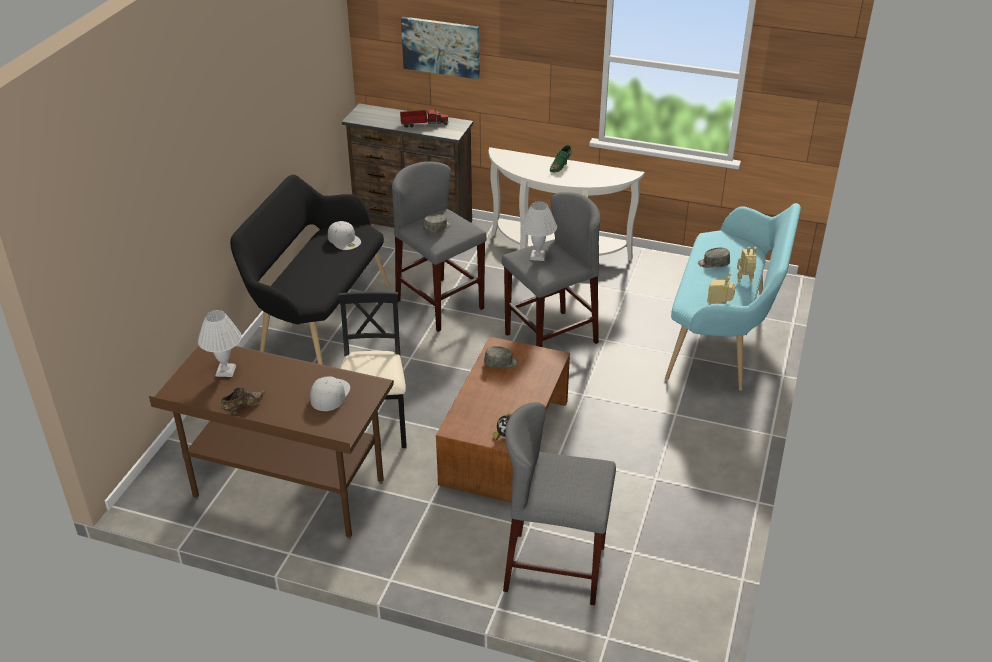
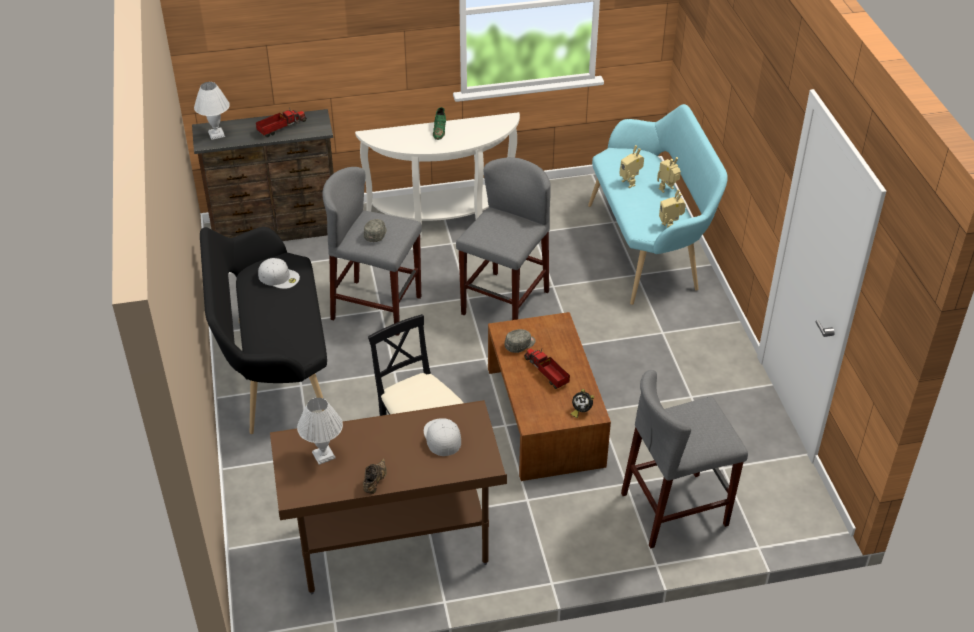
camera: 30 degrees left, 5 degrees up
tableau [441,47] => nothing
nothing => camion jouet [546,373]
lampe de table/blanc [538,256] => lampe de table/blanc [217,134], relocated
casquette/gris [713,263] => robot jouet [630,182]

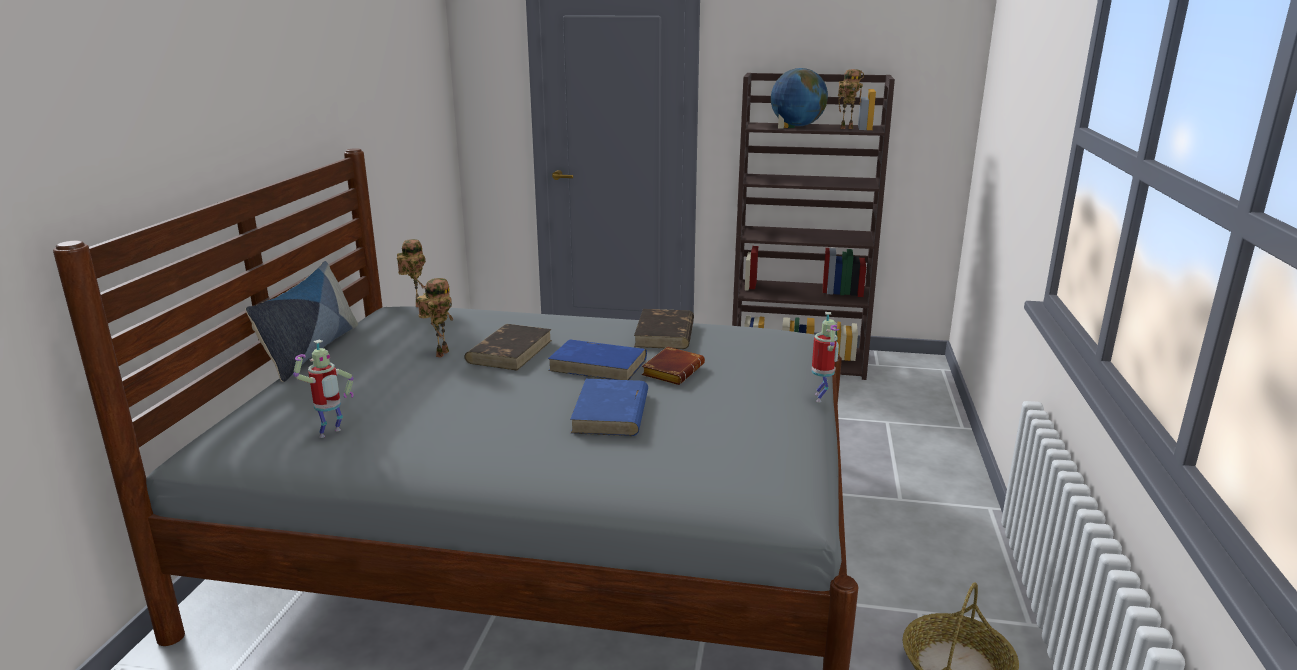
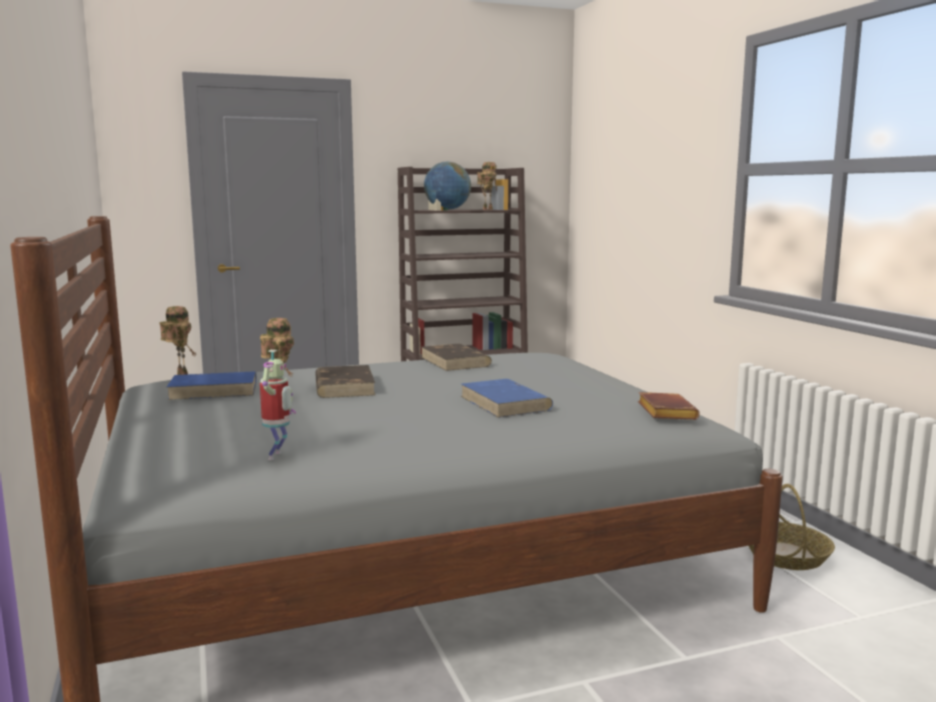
camera: 30 degrees left, 10 degrees down
coussin [311,351] => nothing
robot jouet [821,398] => nothing
livre/bleu [599,365] => livre/bleu [214,390], relocated
livre/marron [672,370] => livre/marron [664,412], relocated

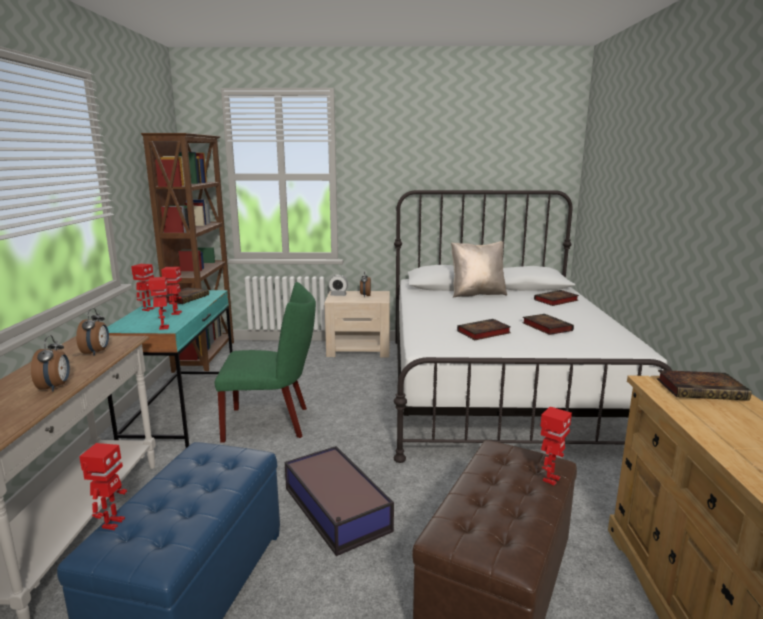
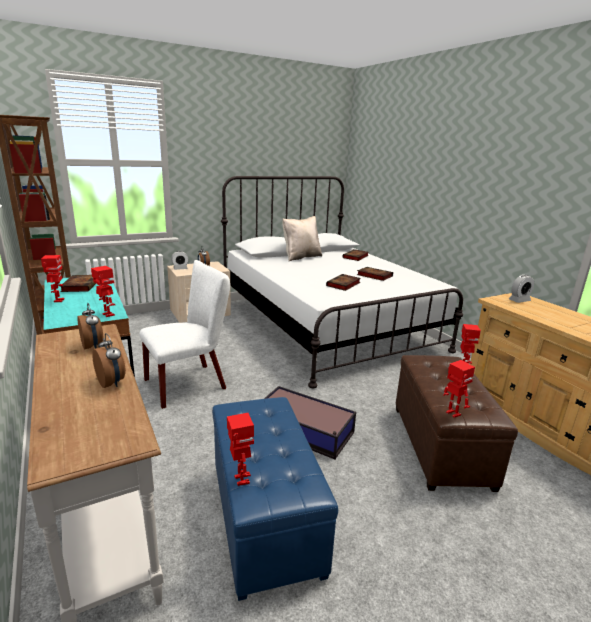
camera: 30 degrees left, 5 degrees up
robot jouet [176,313] => robot jouet [452,414], relocated
livre [702,390] => réveil [519,300]
chaise/vert [272,423] => chaise/blanc [190,383]

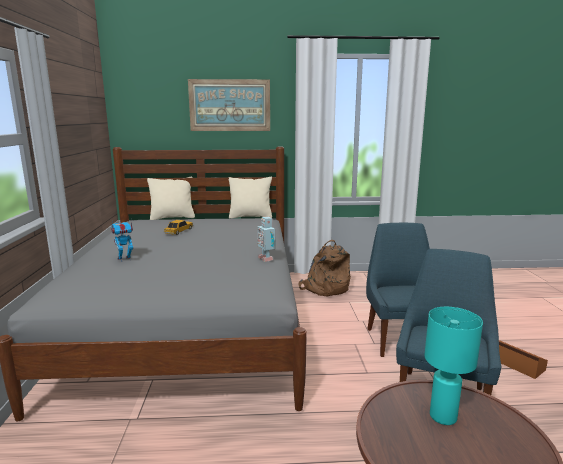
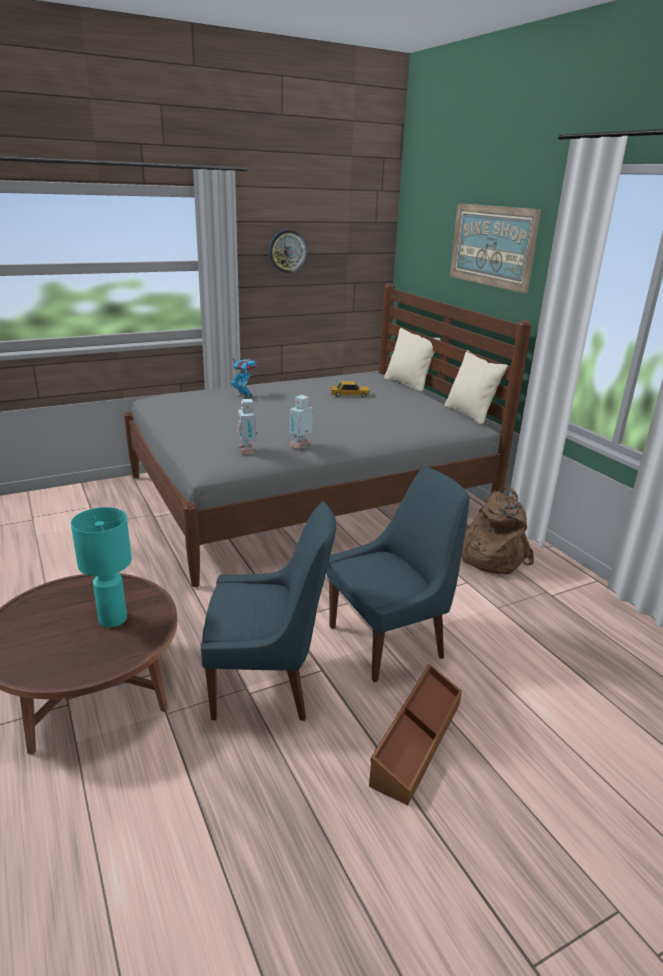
camera: 65 degrees right, 10 degrees up
nothing => robot jouet [247,450]
nothing => horloge murale [287,251]

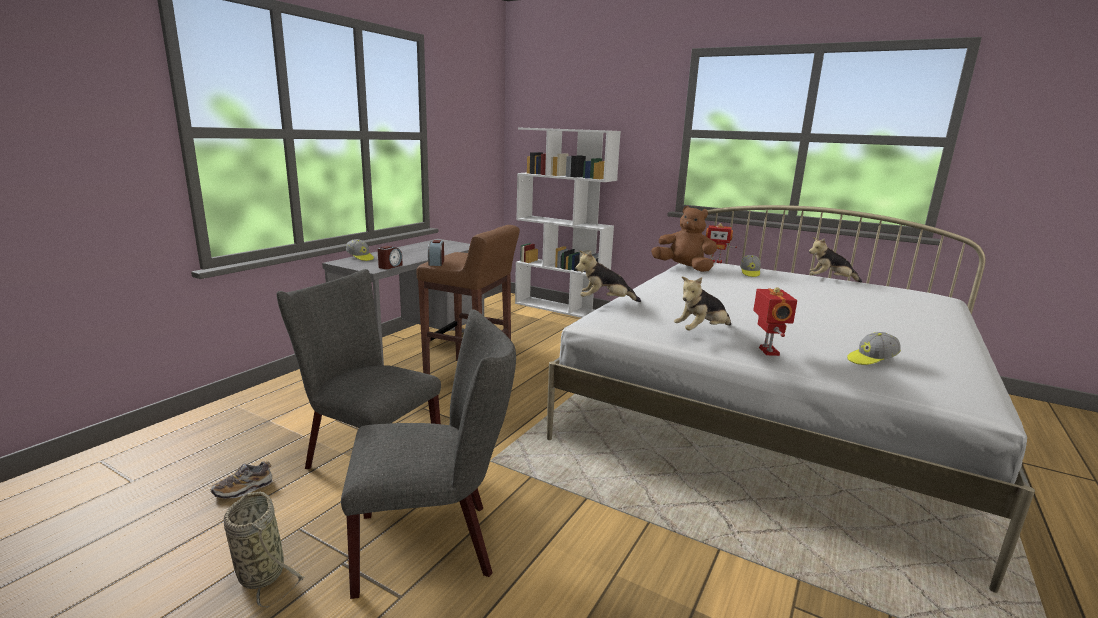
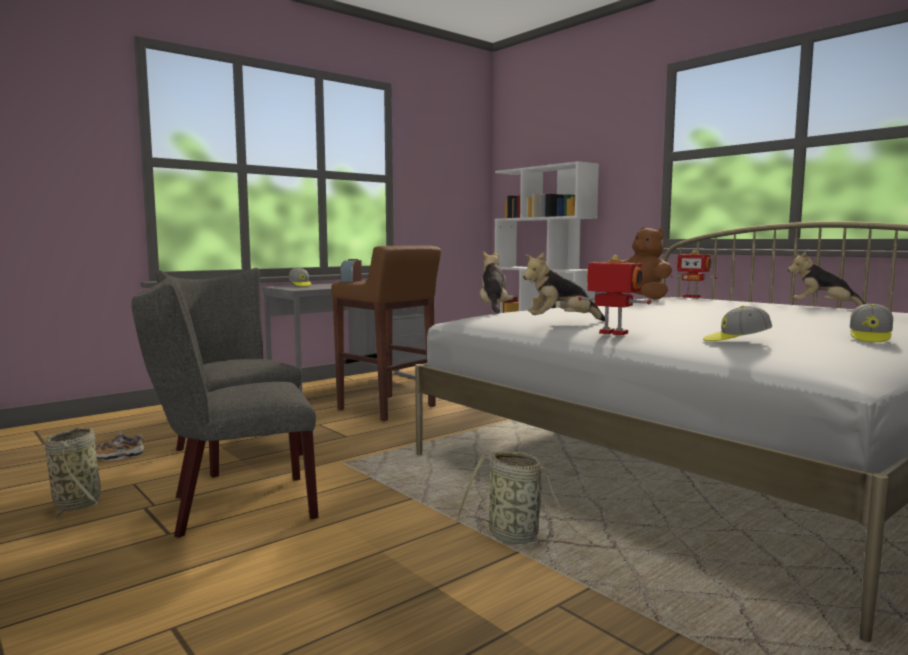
camera: 20 degrees right, 10 degrees down
réveil [390,266] => nothing
nothing => panier [517,537]
casquette [749,273] => casquette [870,338], relocated
chaise/gris [434,544] => chaise/gris [233,507], 150 degrees clockwise
peluche [605,301] => peluche [494,309], 75 degrees clockwise
robot jouet [767,351] => robot jouet [612,333], 75 degrees counterclockwise

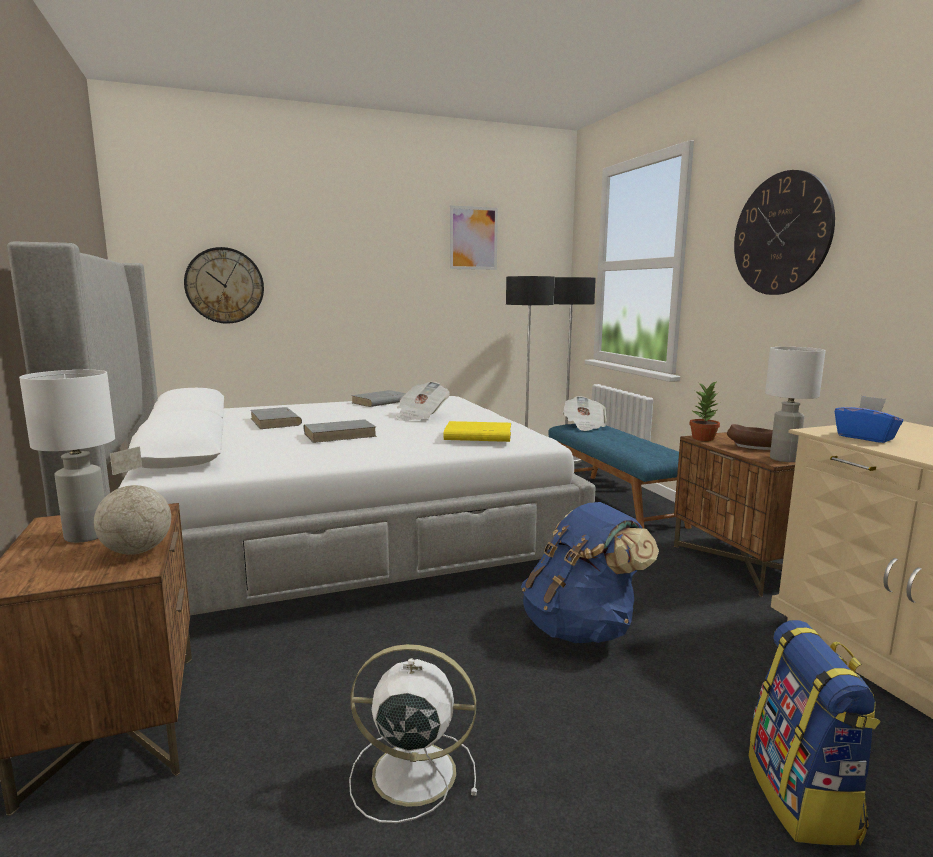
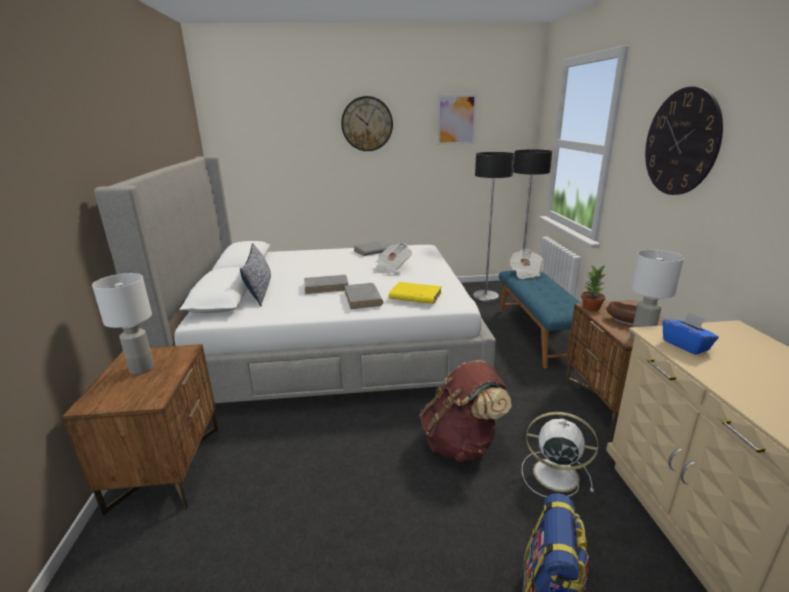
camera: 15 degrees right, 10 degrees up
globe [138,551] => nothing
nothing => coussin [259,290]
horloge murale [224,285] => horloge murale [367,124], relocated
livre/gris [275,422] => livre/gris [363,298], relocated
ventilateur/blanc [410,773] => ventilateur/blanc [553,474], relocated
sac à dos/bleu [581,628] => sac à dos/marron [461,444]

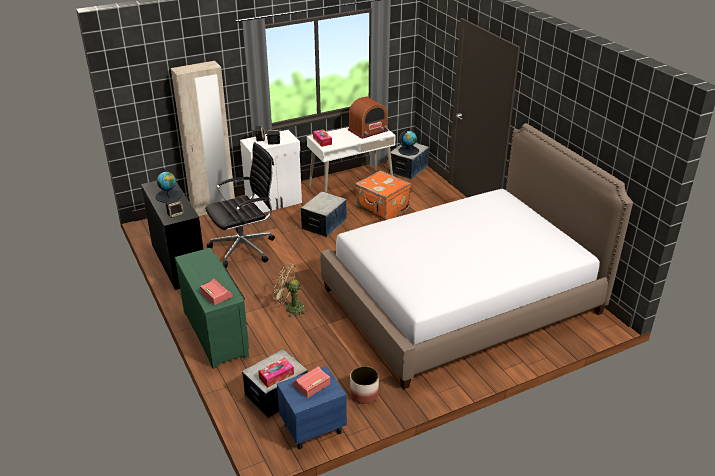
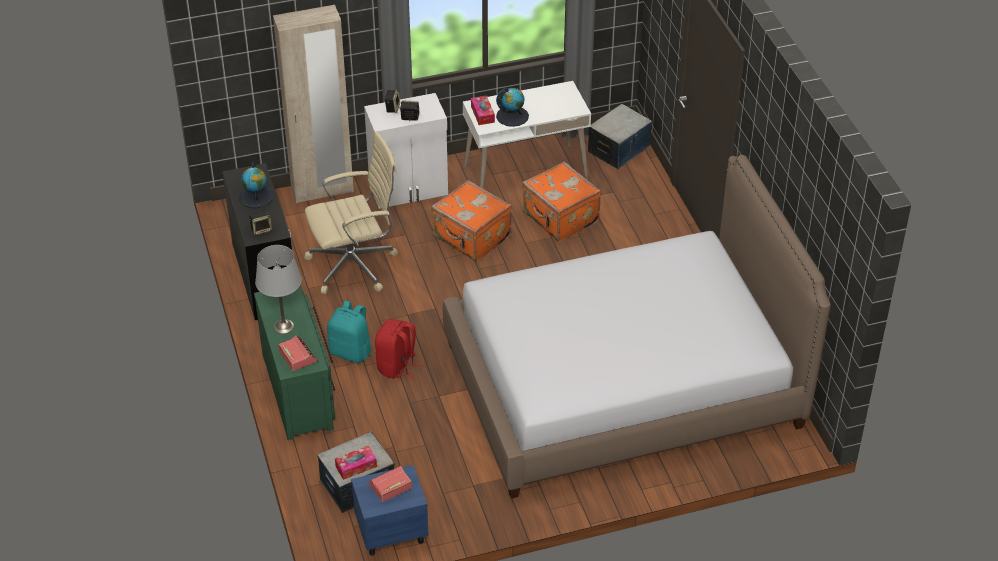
camera: 10 degrees right, 10 degrees up
radio [368,130] => nothing
cache-pot [364,394] => nothing
nothing => lampe de table/gris [283,327]
nothing => sac à dos/turquoise [351,352]
globe [408,150] => globe [512,116], relocated
ventilateur/vert [290,307] => sac à dos/rouge [397,366]
boîte de rangement [324,225] => valise/orange [471,238]
chaise de bureau/noir [245,248] => chaise de bureau/beige [355,265]

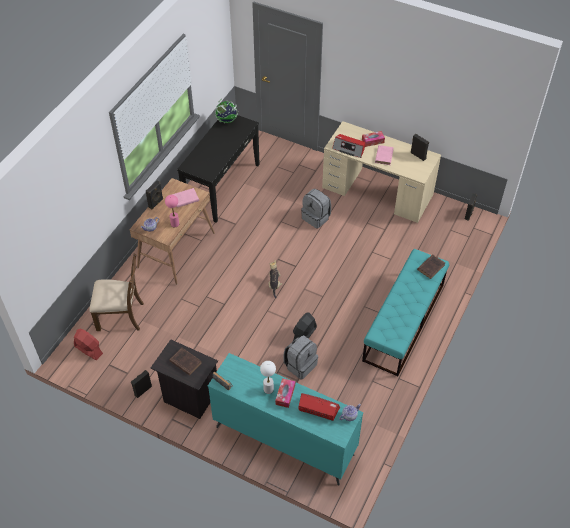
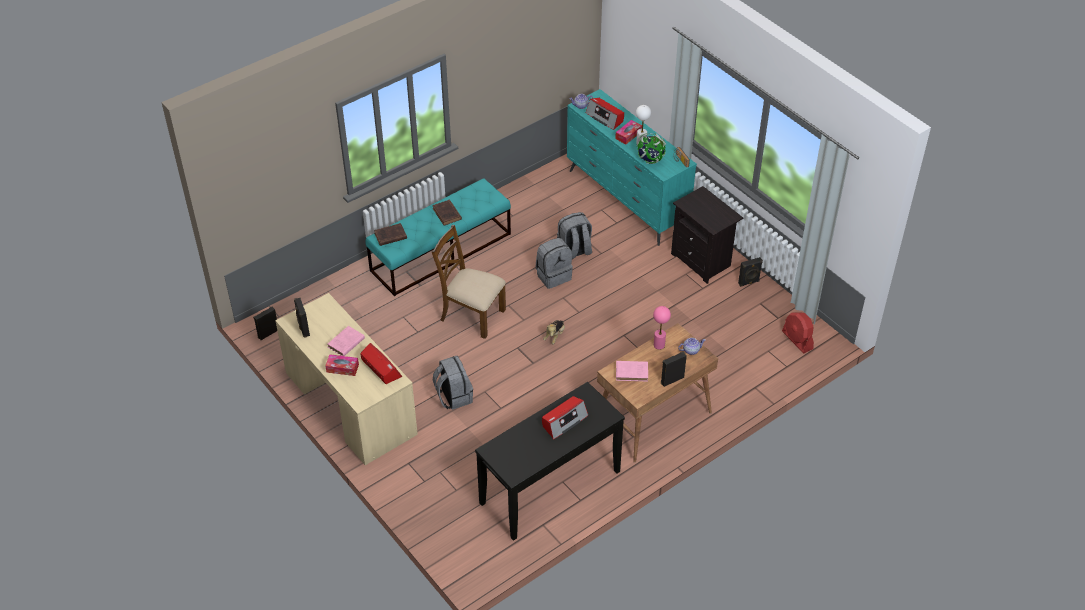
camera: 155 degrees left, 5 degrees down
nothing => radio [564,421]
chaise/marron [121,316] => chaise/marron [471,315], relocated
livre/marron [185,362] => livre/marron [447,214], relocated
globe [227,120] => globe [650,160], relocated
ventilateur/noir [304,335] => sac à dos/gris [553,275]

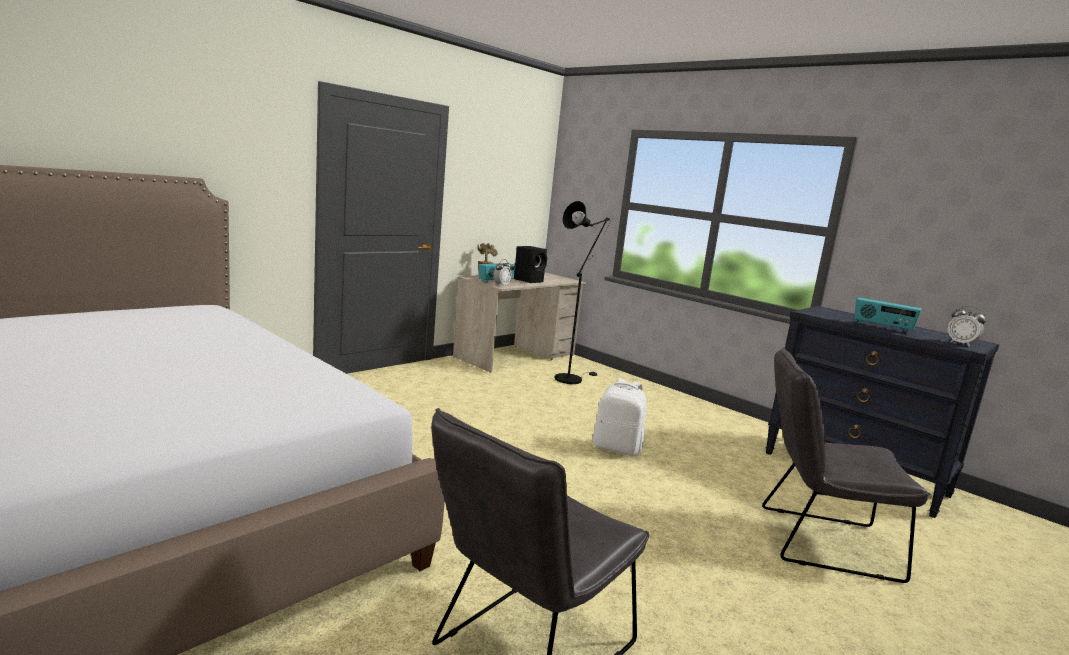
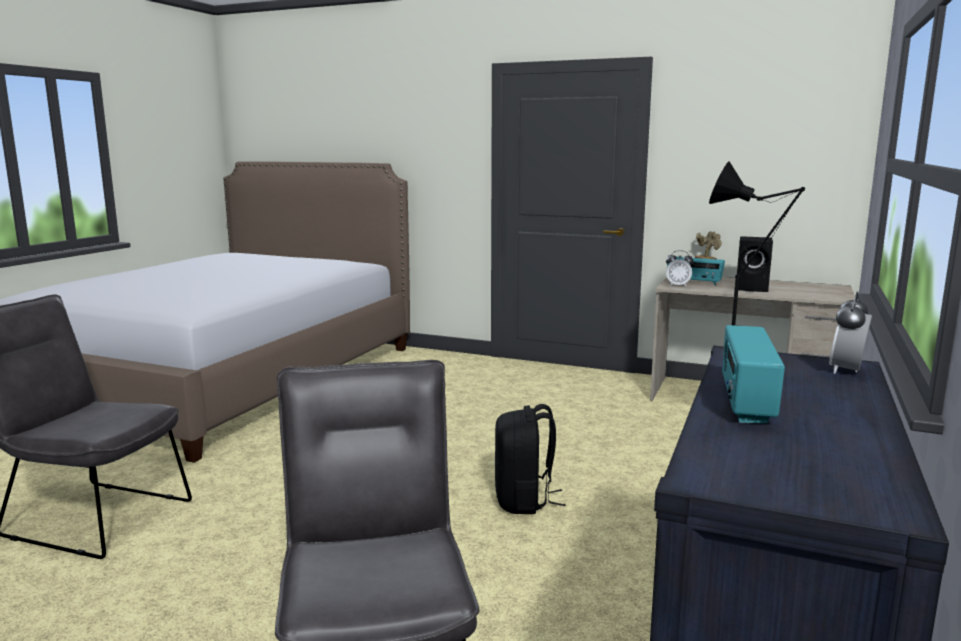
camera: 70 degrees right, 0 degrees up
réveil [961,344] => réveil [846,370], relocated
sac à dos/blanc [617,448] => sac à dos/noir [524,501]

